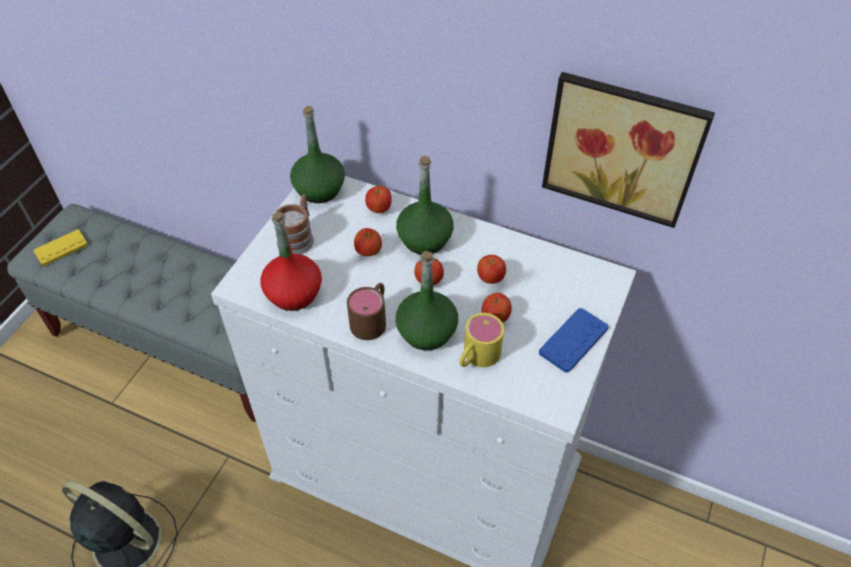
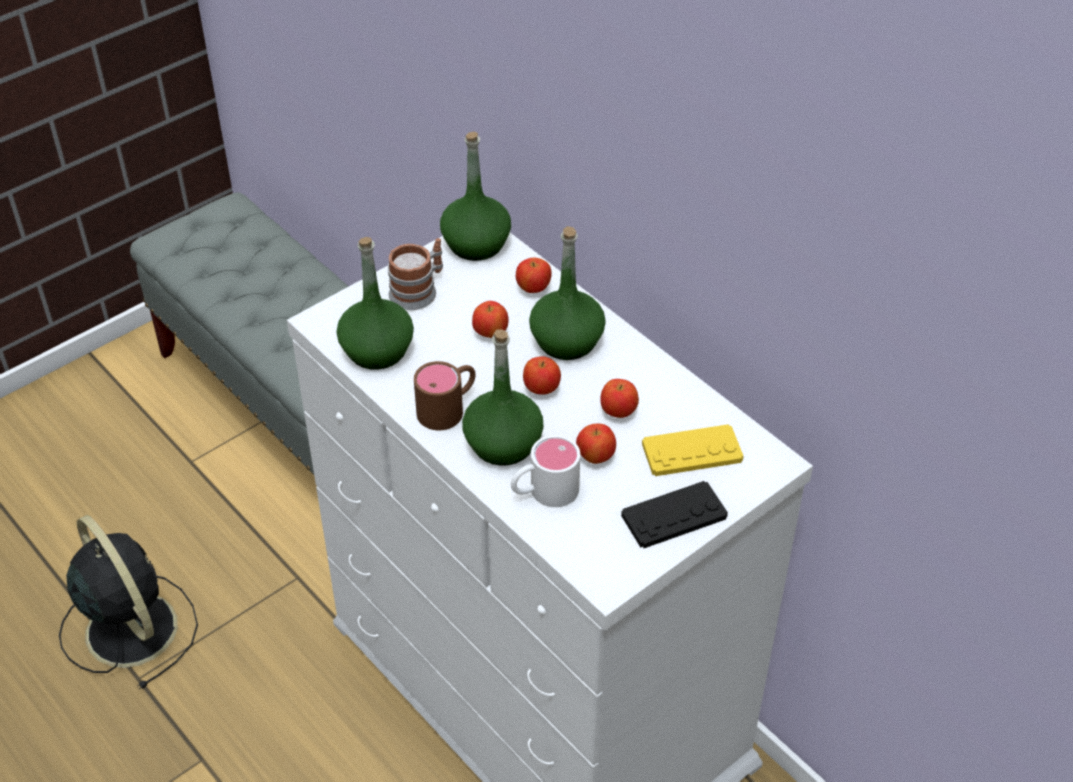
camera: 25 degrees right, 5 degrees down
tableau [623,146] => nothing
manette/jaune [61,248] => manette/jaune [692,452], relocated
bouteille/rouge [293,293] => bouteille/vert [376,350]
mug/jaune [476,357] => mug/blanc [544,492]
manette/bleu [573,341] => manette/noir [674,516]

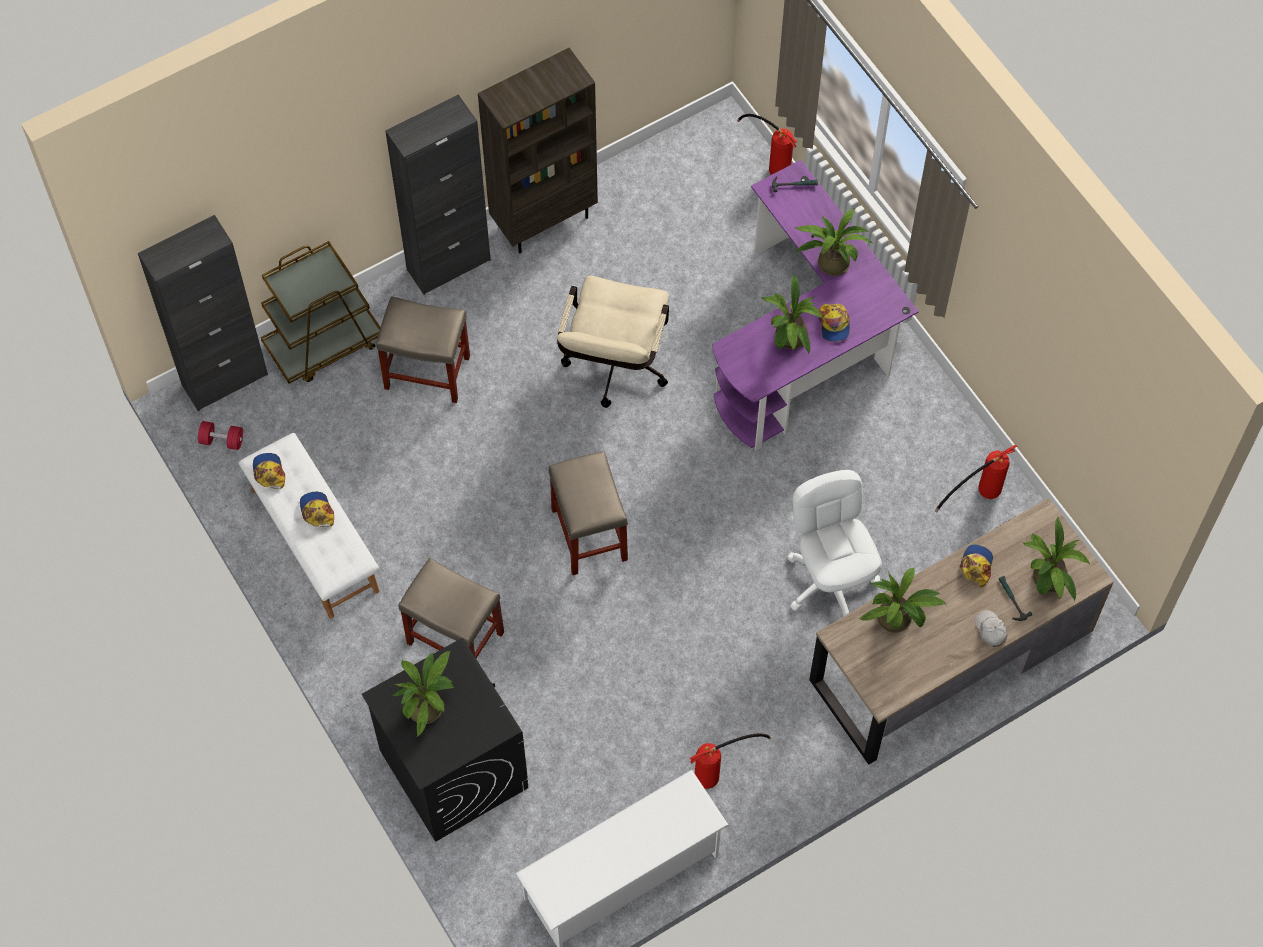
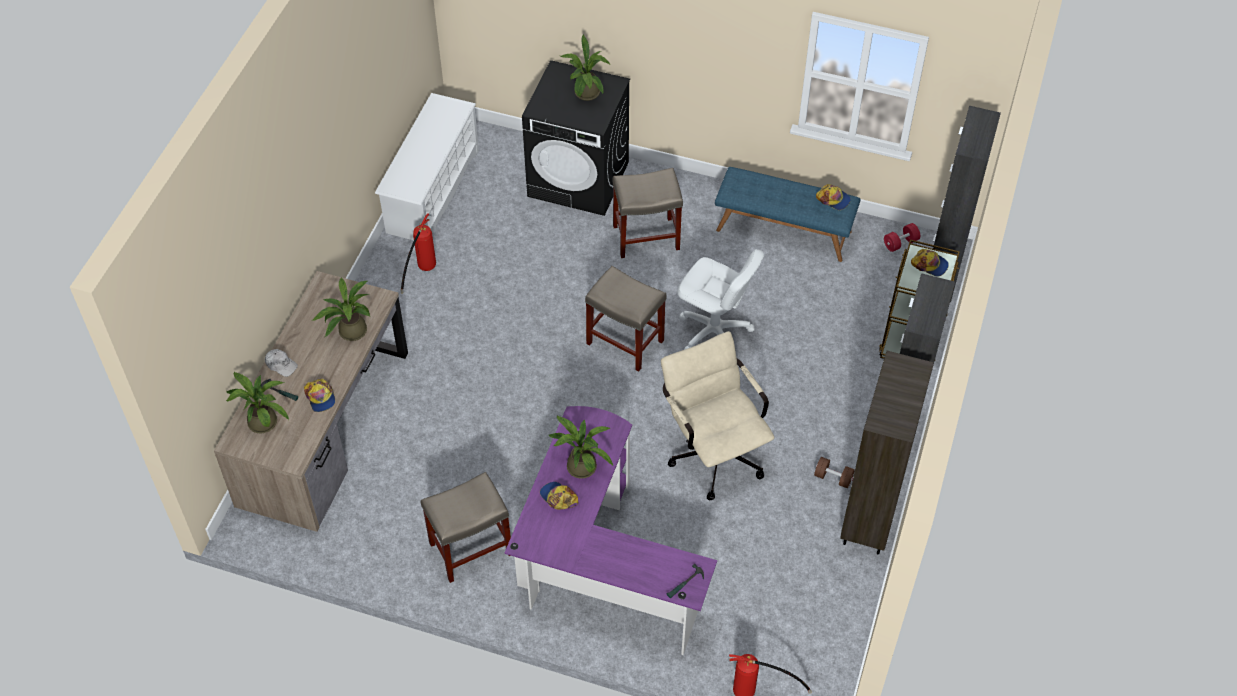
camera: 140 degrees right, 10 degrees down
plante en pot [829,262] => nothing
extincteur [977,495] => nothing
nothing => haltère/marron [833,478]
casquette [317,511] => casquette [930,264], relocated
tabouret/beige [428,372] => tabouret/beige [469,549], relocated
chaise de bureau/blanc [830,581] => chaise de bureau/blanc [714,332], relocated
banc/blanc [313,540] => banc/bleu [784,230]

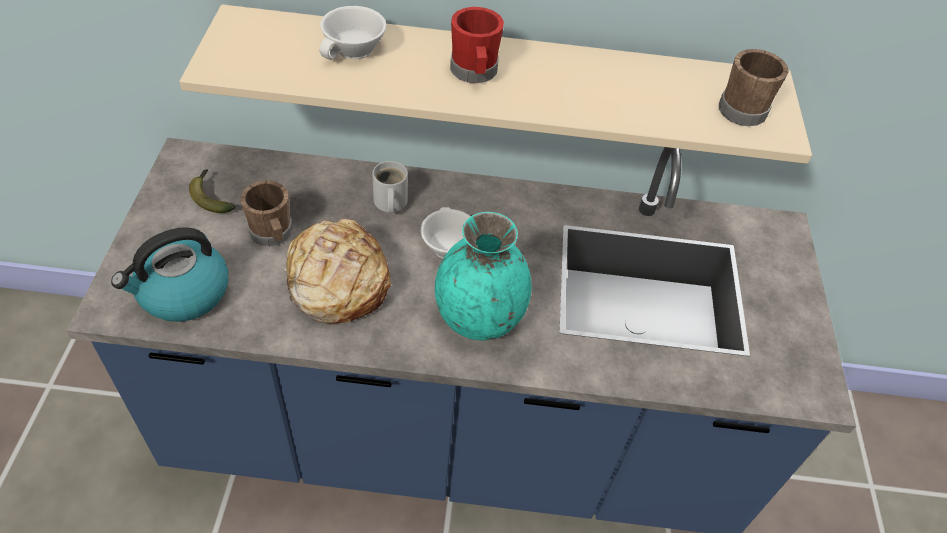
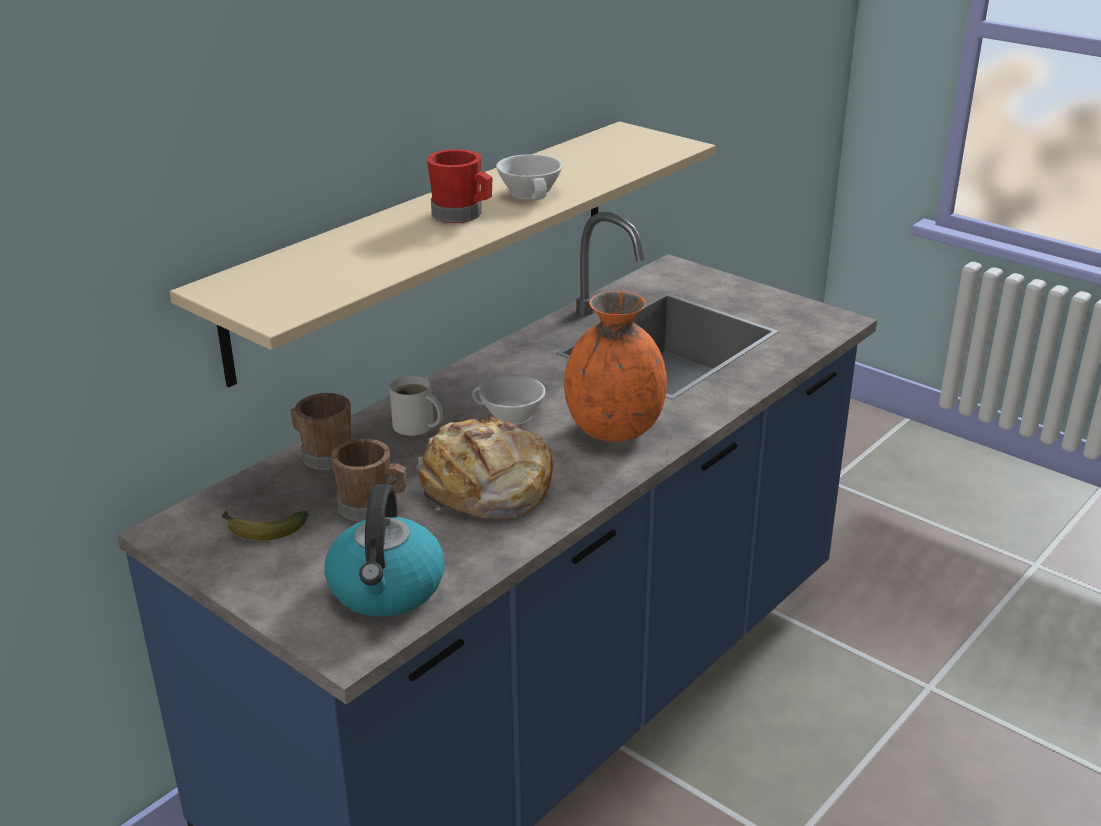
camera: 50 degrees left, 20 degrees down
tasse/blanc [354,50] => tasse/blanc [532,193], relocated
mug/marron [740,107] => mug/marron [323,455], relocated
vase/turquoise [479,318] => vase/orange [614,430]

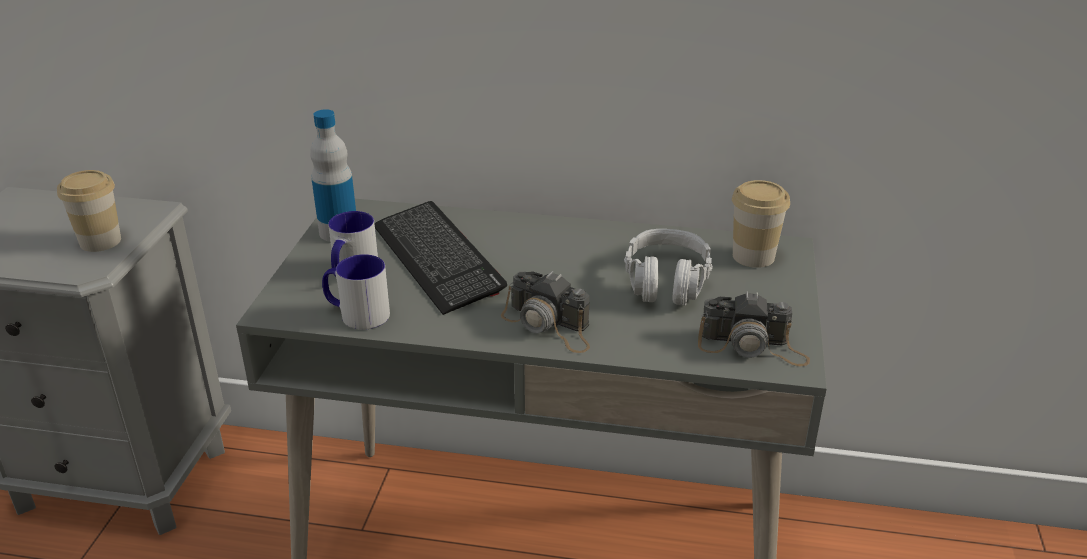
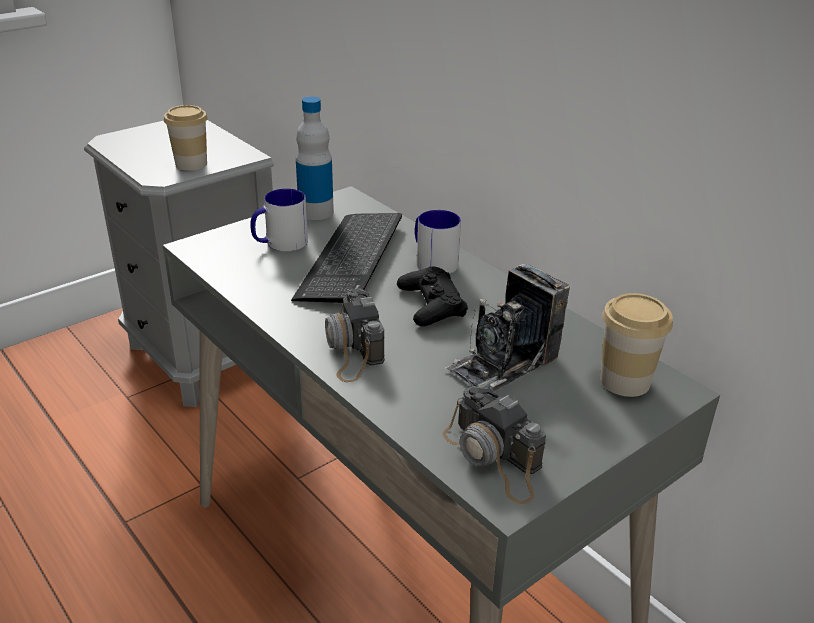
camera: 40 degrees right, 0 degrees up
nothing => manette/noir [431,304]
mug [357,314] => mug [432,261], relocated
casque audio/gris [666,282] => appareil photo [503,362]

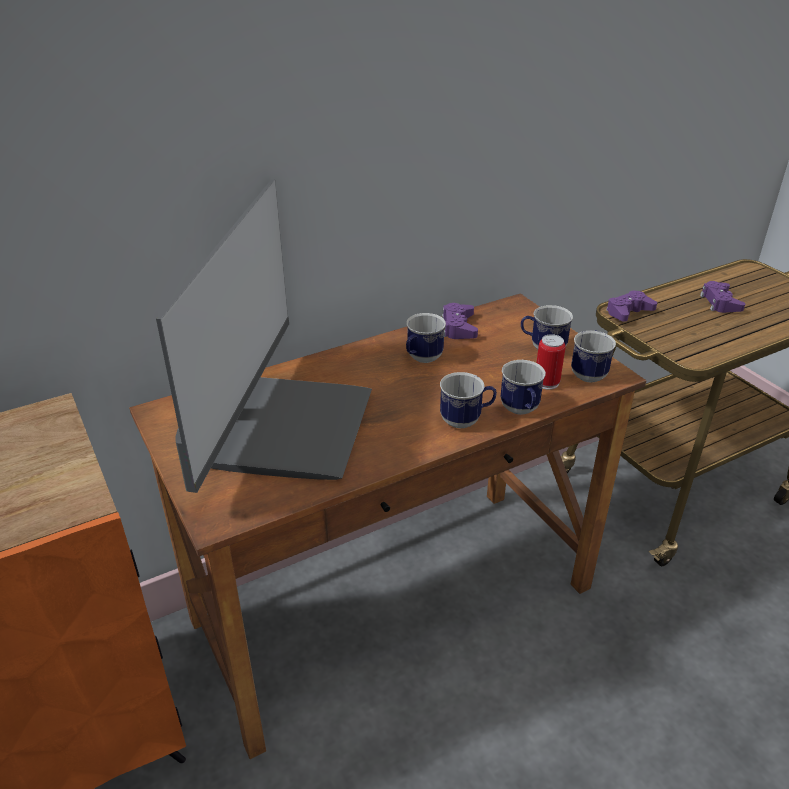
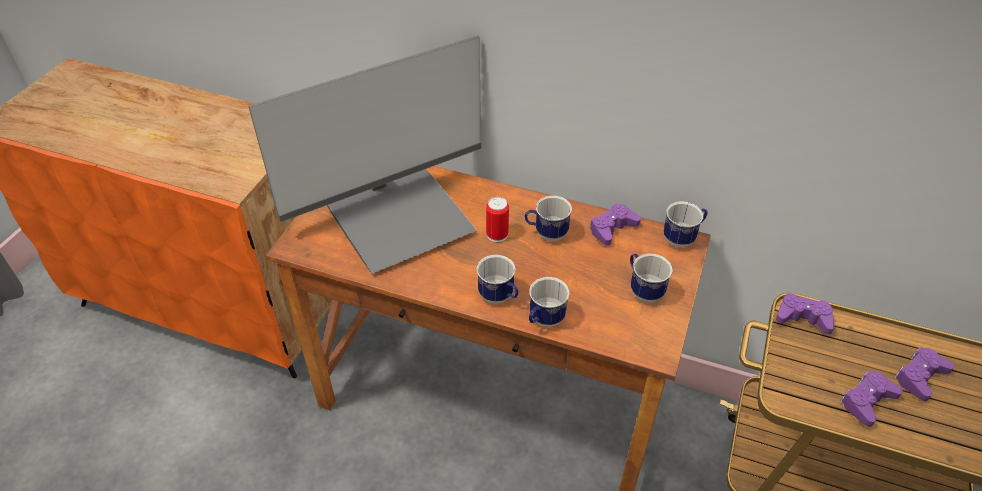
camera: 50 degrees right, 10 degrees up
nothing => manette/violet [867,401]
boîte métallique [546,382] => boîte métallique [497,235], relocated
mug [589,372] => mug [682,238], relocated

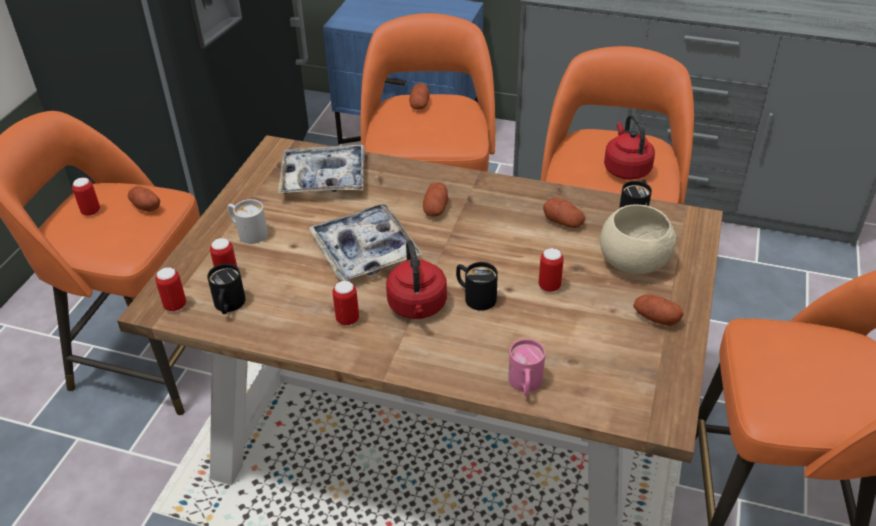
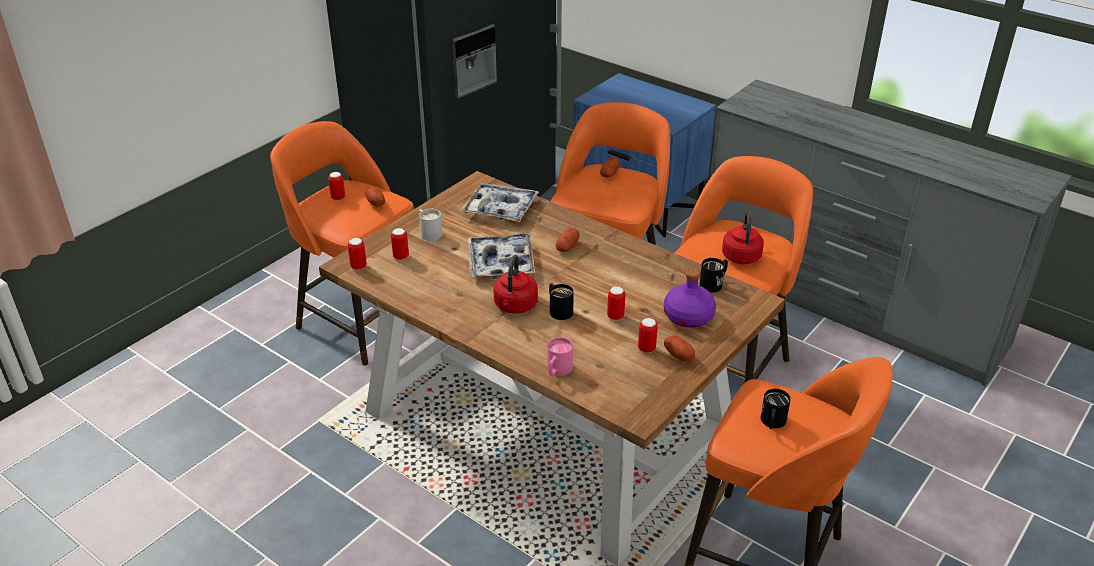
camera: 20 degrees right, 5 degrees down
pomme de terre [563,222] => nothing
mug/noir [228,306] => mug/noir [772,423], relocated
boîte métallique [347,319] => boîte métallique [646,349], relocated
bol/beige [634,263] => bouteille/violet [688,317]

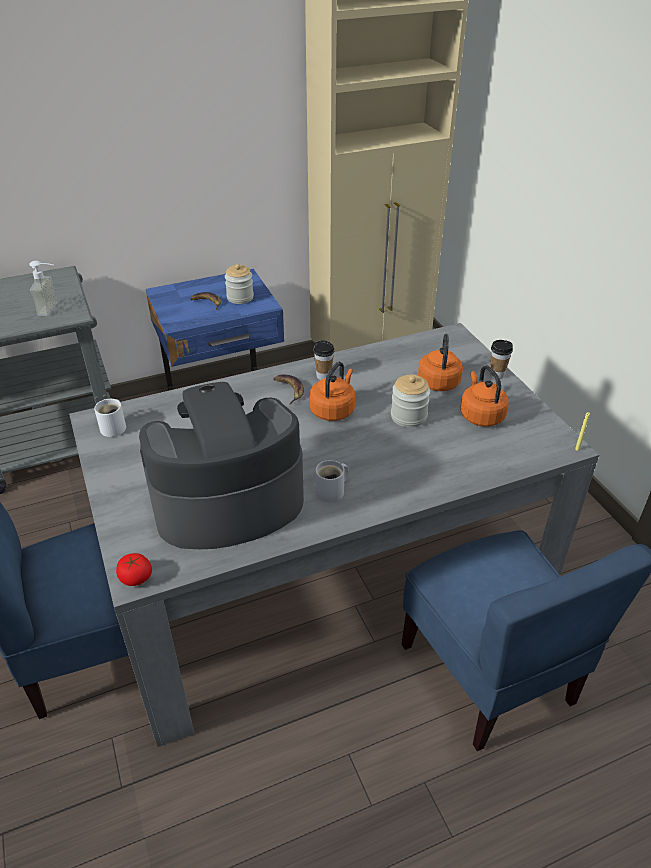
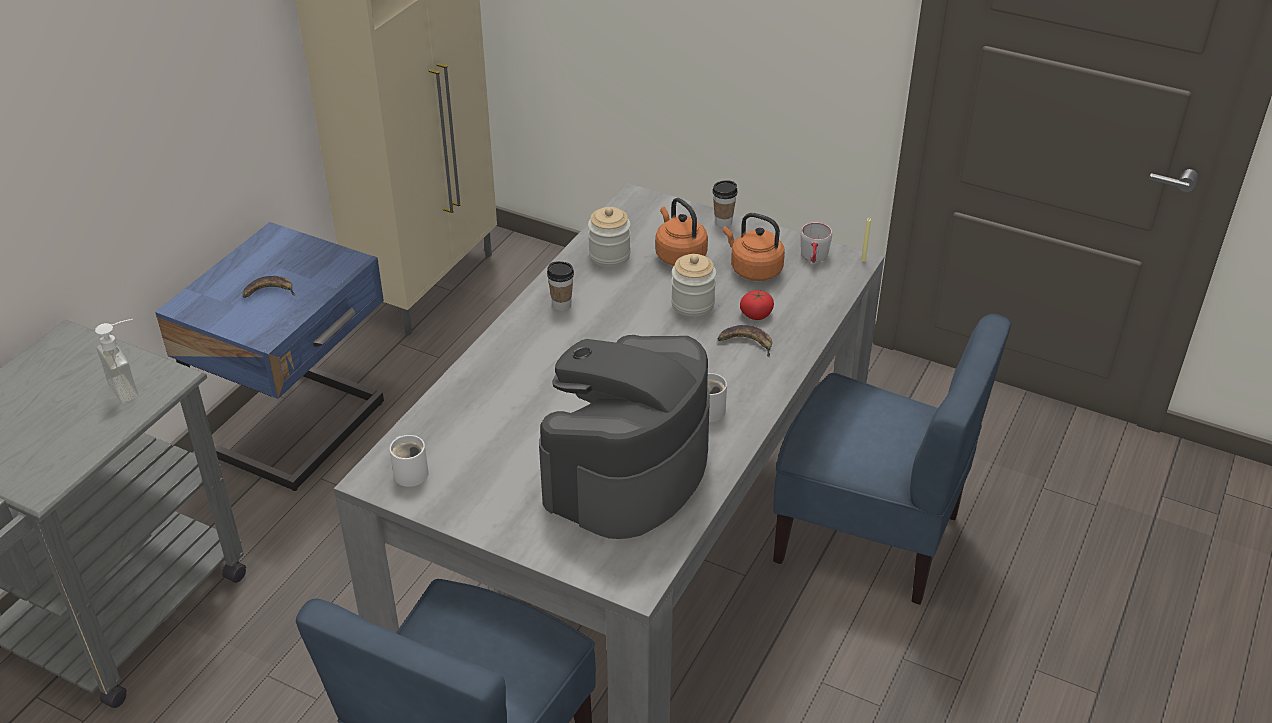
camera: 40 degrees left, 0 degrees up
bouilloire/orange [333,410] => nothing
nothing => mug/gris [814,258]
tomate [135,577] => tomate [756,314], relocated
bocal [240,297] => bocal [609,255], relocated
banane [289,390] => banane [746,343], relocated

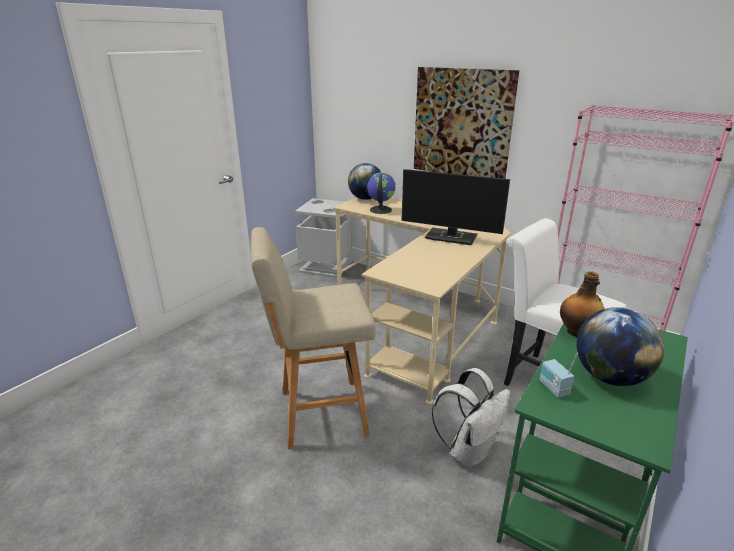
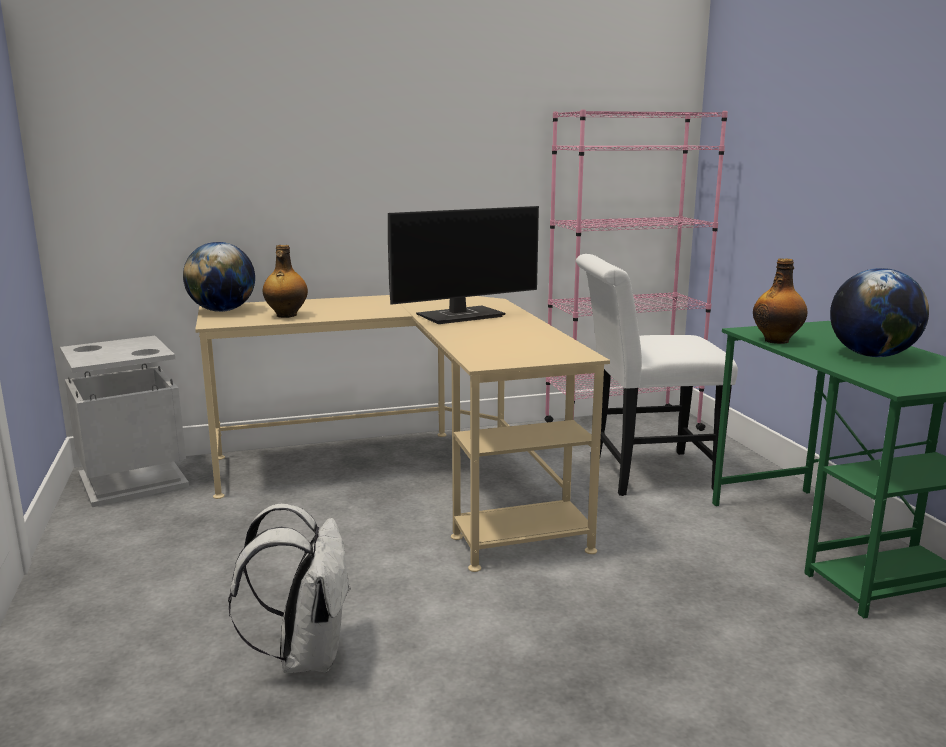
camera: 50 degrees left, 10 degrees down
tabouret/beige [319,413] => nothing
tableau [462,124] => nothing
radio [553,388] => nothing
sac à dos/blanc [469,451] => sac à dos/blanc [305,655], relocated
globe [380,210] => bouteille [286,315]

